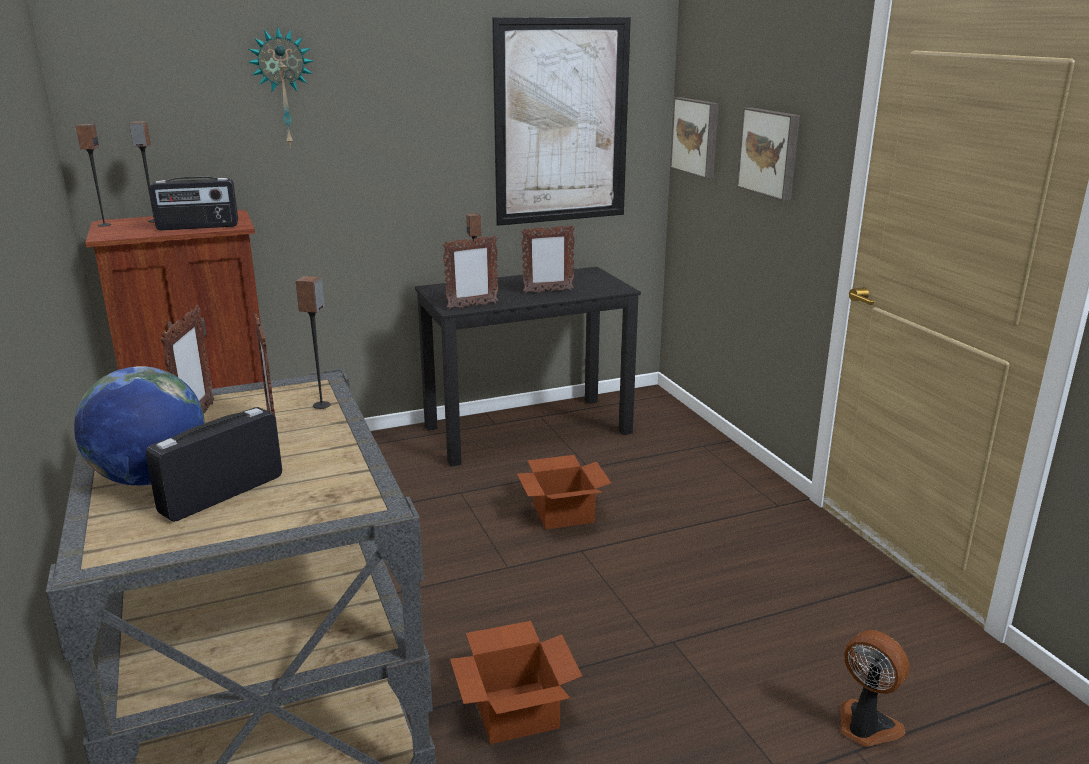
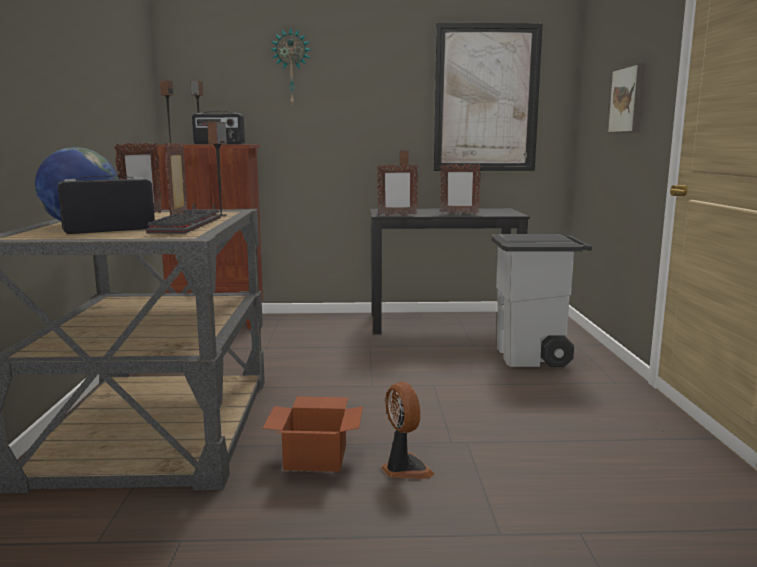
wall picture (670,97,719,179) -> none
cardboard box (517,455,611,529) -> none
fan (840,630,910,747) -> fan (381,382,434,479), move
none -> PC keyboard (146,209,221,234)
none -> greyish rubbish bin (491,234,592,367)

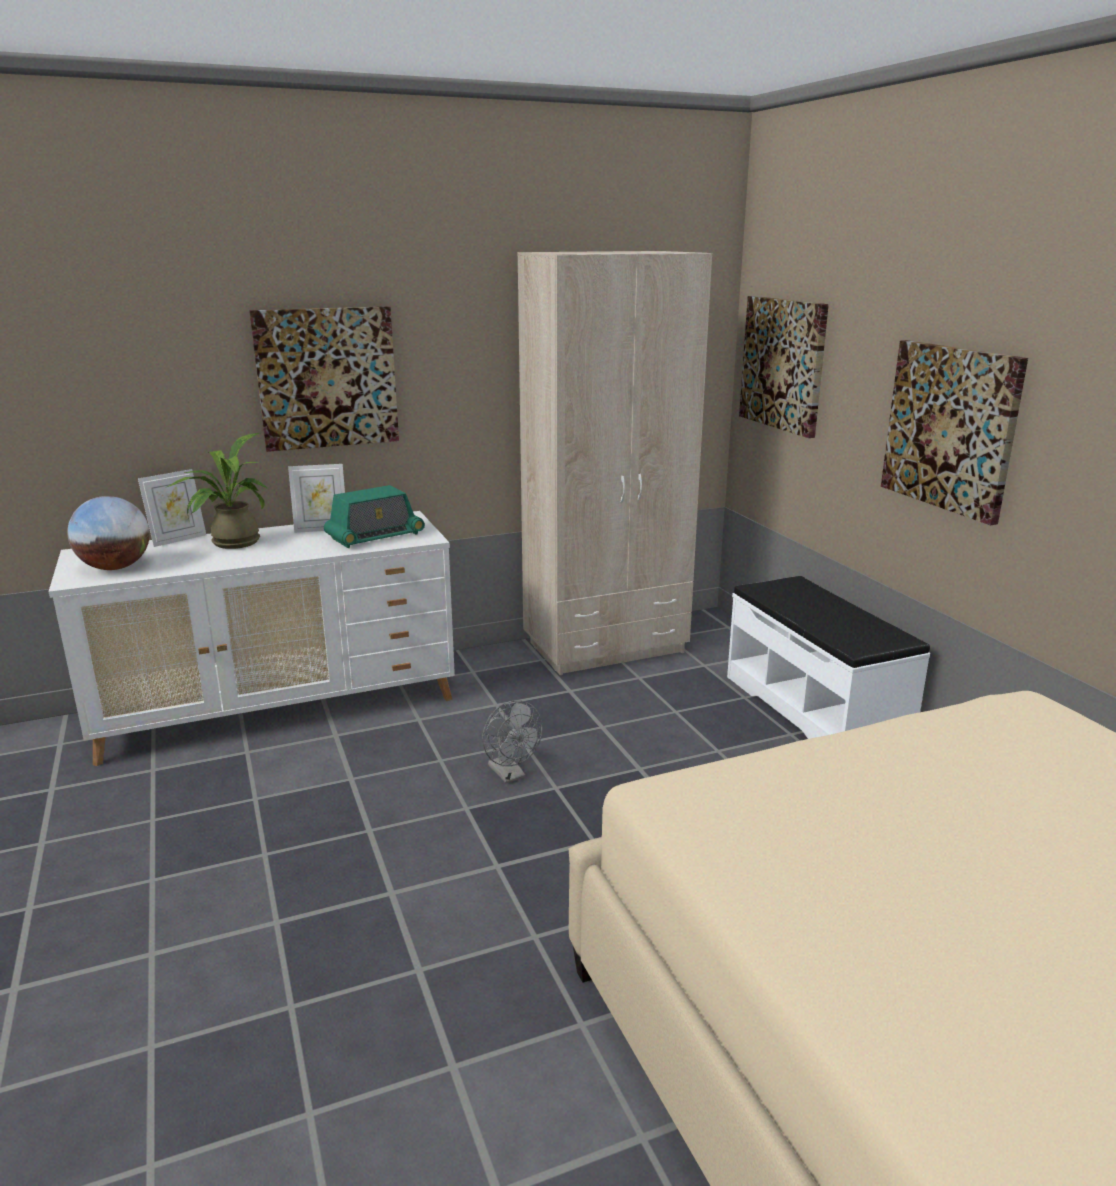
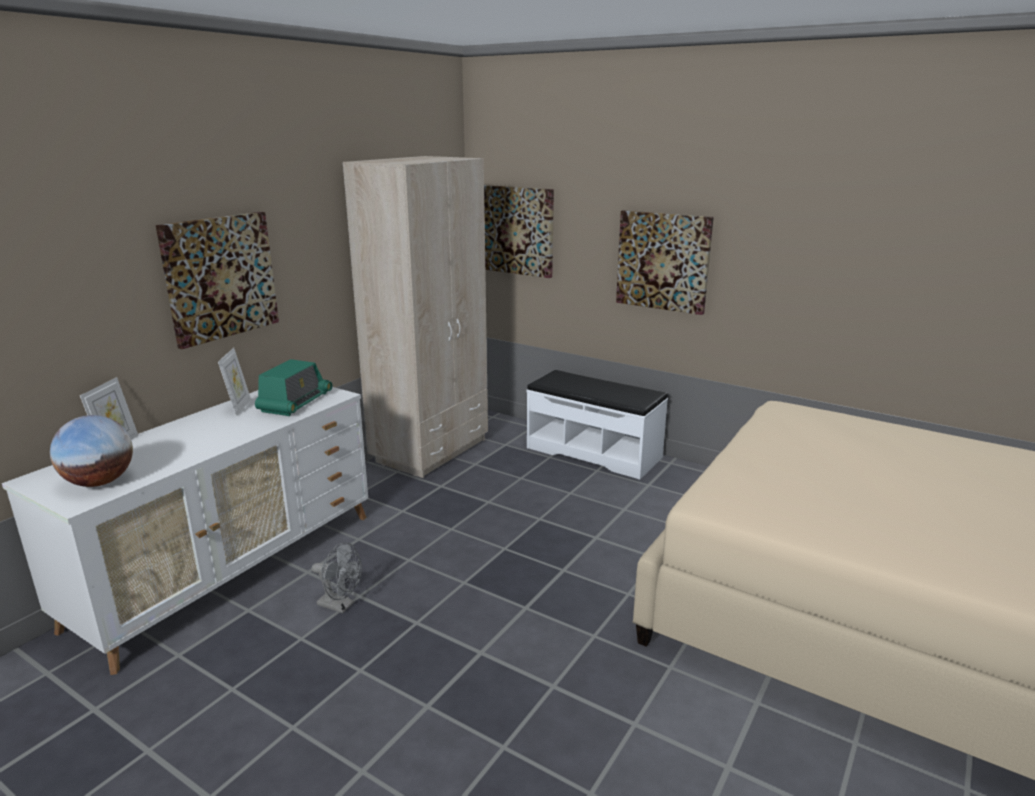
potted plant (167,433,268,549) -> none
photo frame (288,464,345,533) -> photo frame (218,348,251,416), 45 degrees counterclockwise
greyish fan (482,700,542,783) -> greyish fan (312,542,362,613), move

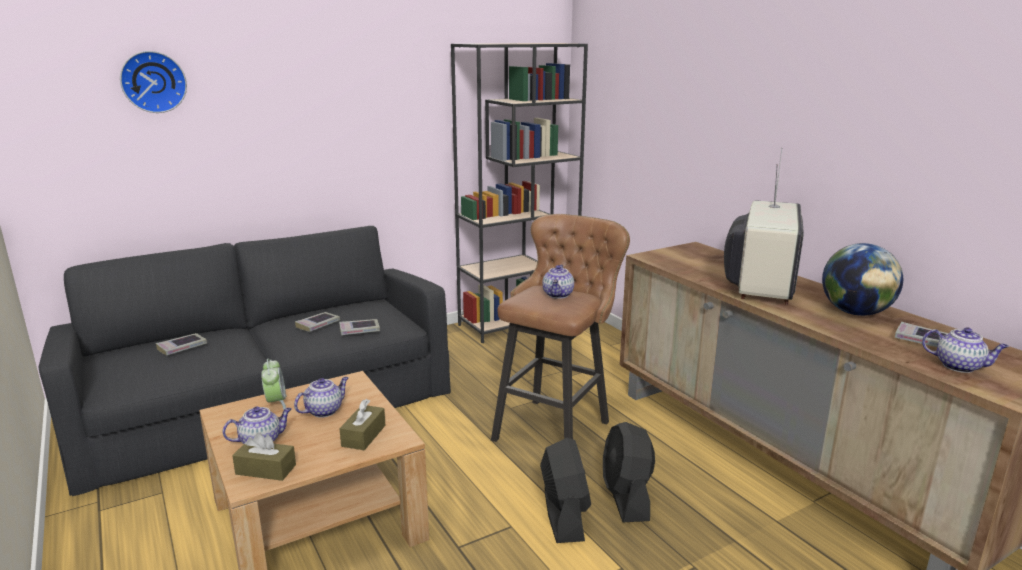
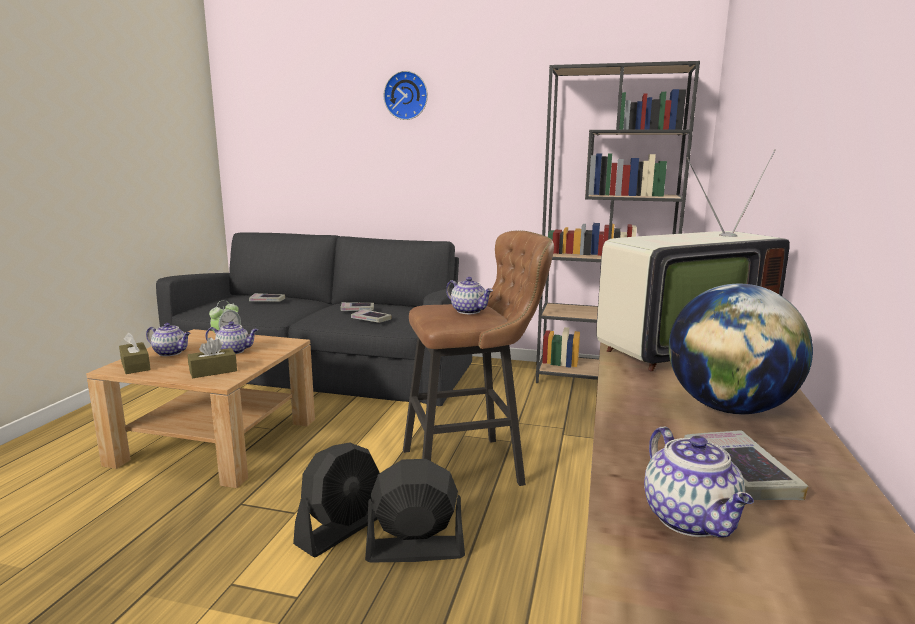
hanging clock (120,51,187,113) -> hanging clock (384,71,428,120), move
pot for tea (542,264,574,299) -> pot for tea (446,277,493,314), 105 degrees counterclockwise
blackish fan (603,422,655,522) -> blackish fan (365,459,465,562), 45 degrees clockwise

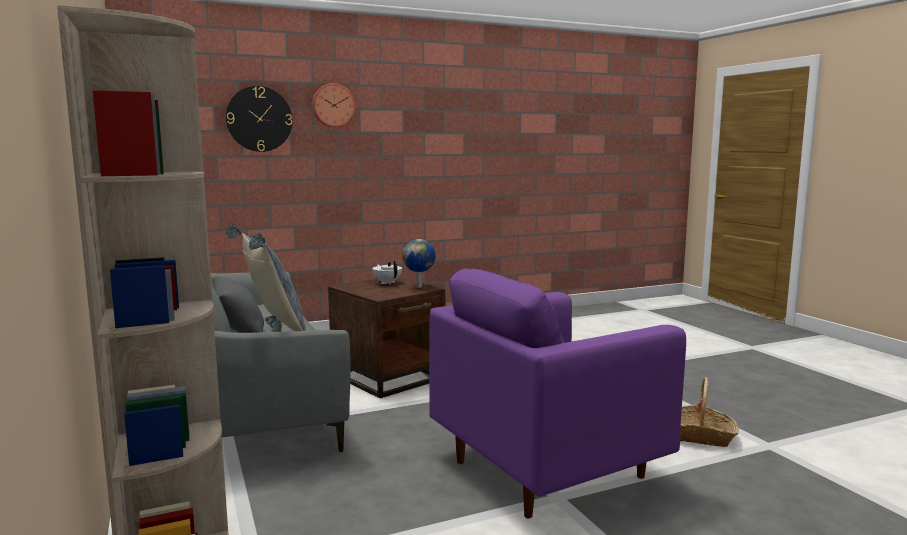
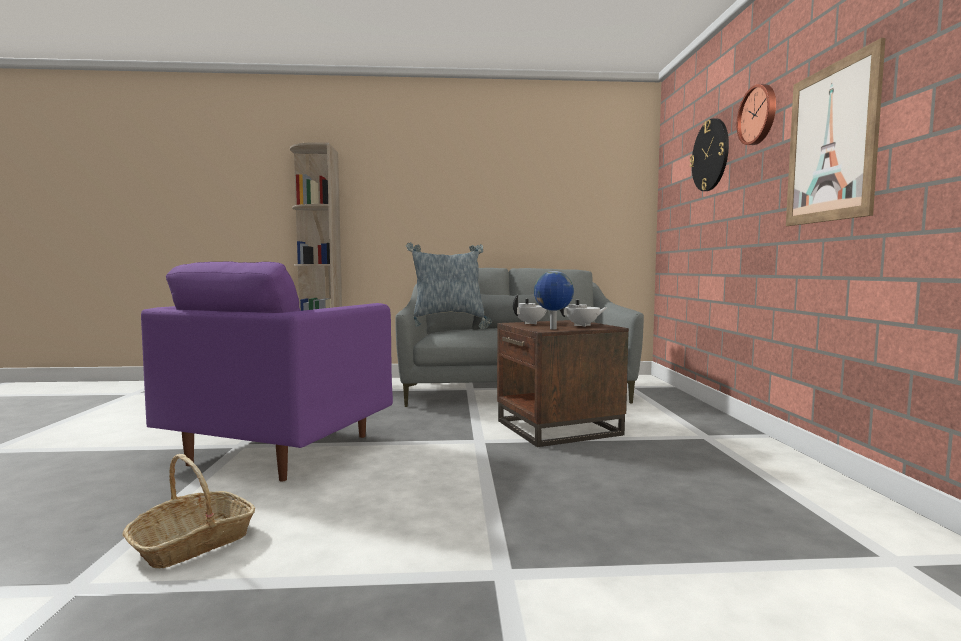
purple easy chair (429,268,686,518) -> purple easy chair (141,262,393,482), 150 degrees counterclockwise
none -> wall picture (786,38,886,226)
none -> whitish pot for tea (513,295,547,324)

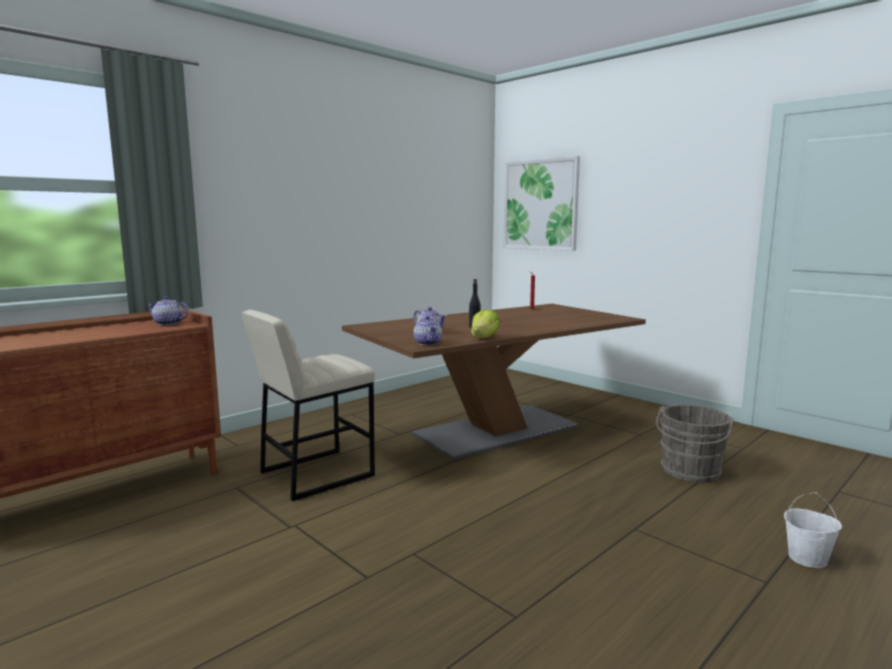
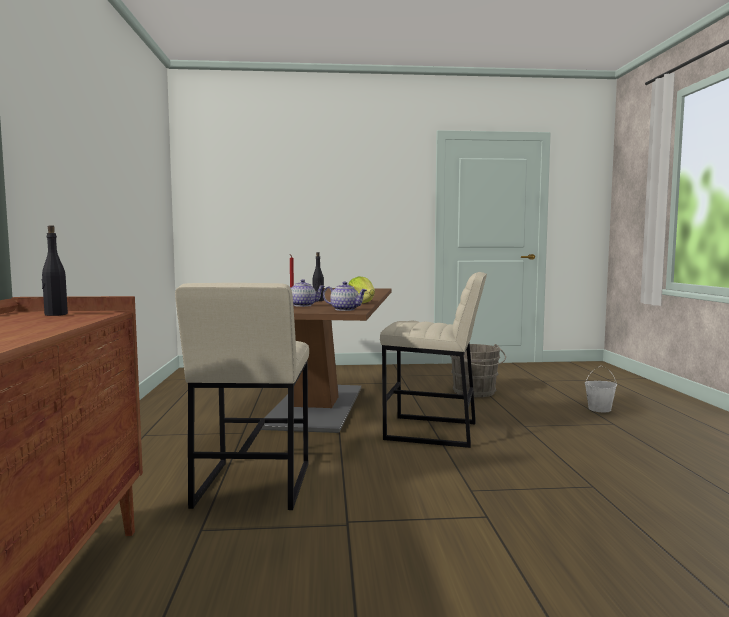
wall picture (503,156,580,251) -> none
pot for tea (147,296,189,325) -> blackish beverage bottle (41,225,68,316)
none -> beige-coloured chair (380,272,487,448)

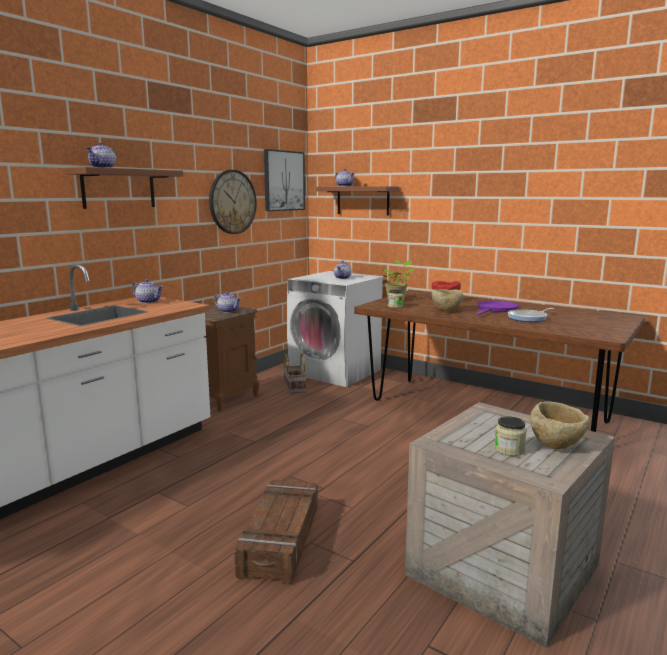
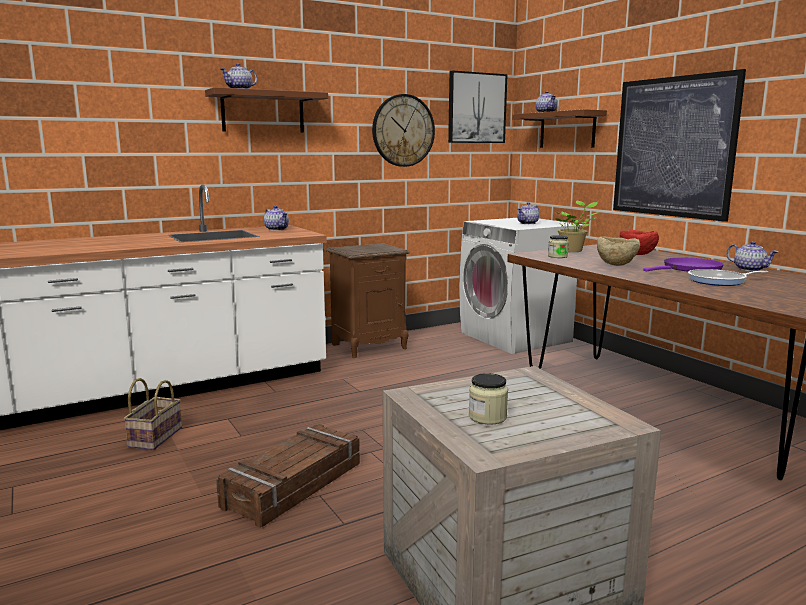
pot for tea (214,292,242,313) -> pot for tea (726,241,778,271), move
storage basket (283,353,307,394) -> storage basket (124,378,182,450), move
beige-coloured bowl (530,401,590,449) -> none
none -> wall picture (613,69,746,222)

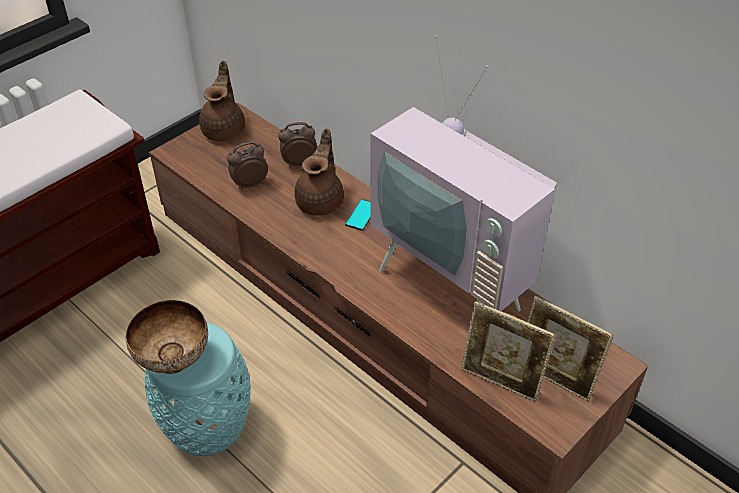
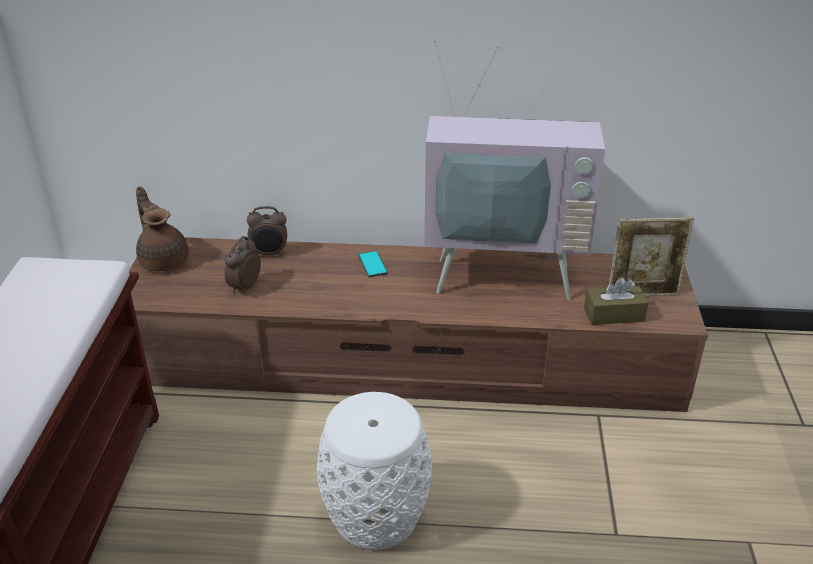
table clock (278,122,317,167) -> table clock (247,206,287,256), 135 degrees counterclockwise
brown pot for tea (294,128,344,216) -> none
bowl (125,300,208,374) -> none
photo frame (461,301,556,402) -> brown box of tissues (584,277,649,325)
turquoise sitting stool (145,323,251,456) -> whitish sitting stool (317,392,432,550)

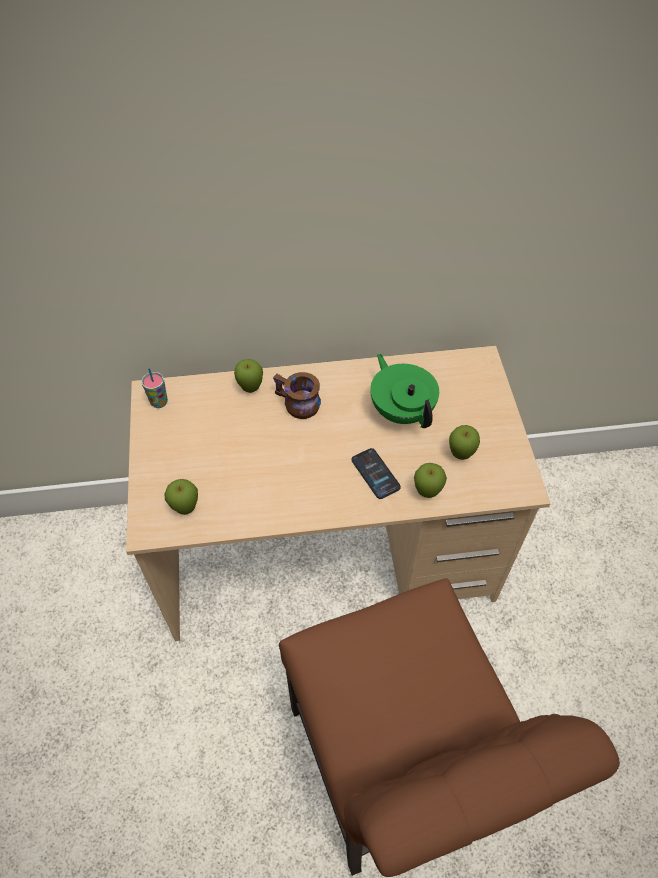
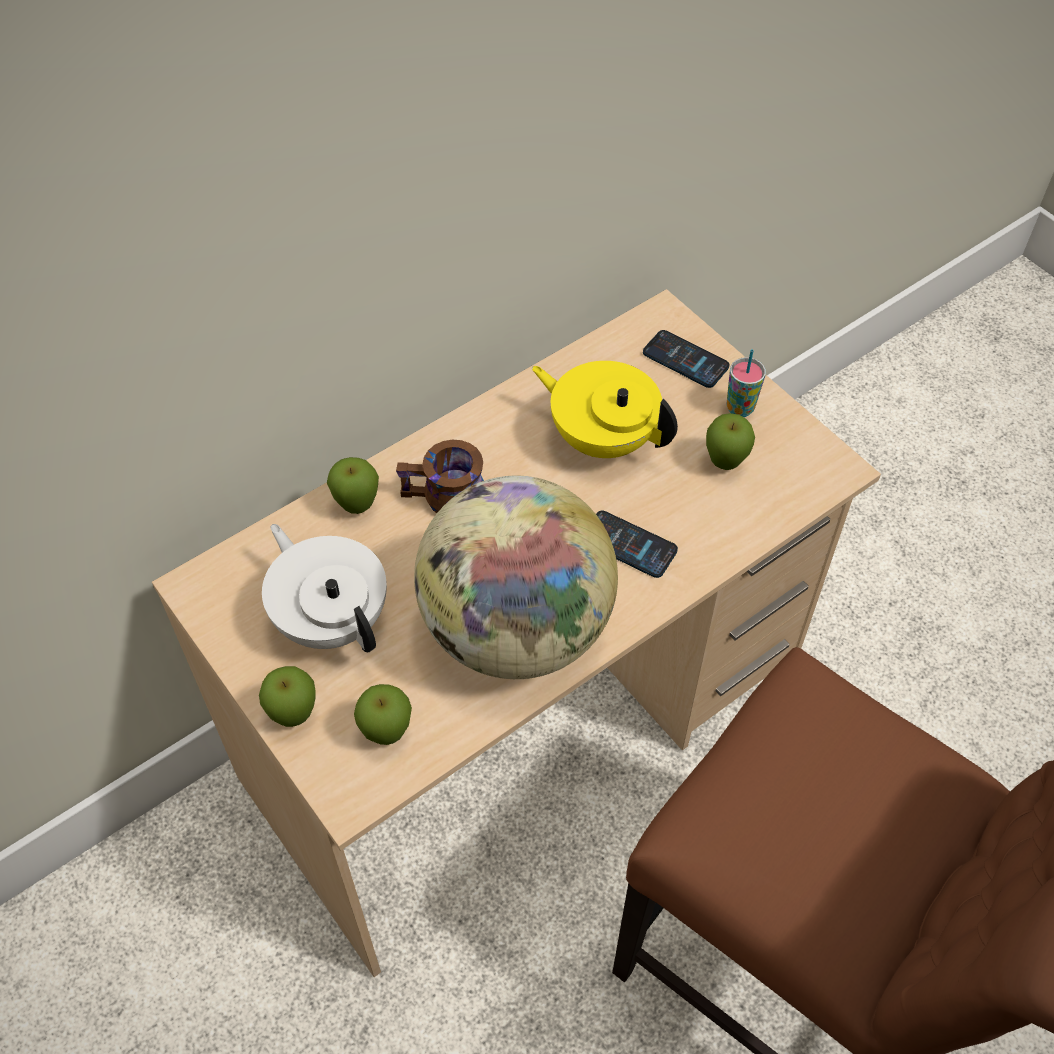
green-coloured pot for tea (370,354,439,428) -> yellowish pot for tea (532,361,678,458)
small cup (141,368,168,408) -> small cup (727,350,766,417), move
whole apple (414,463,447,498) -> whole apple (259,666,316,727), move
none -> phone (643,330,730,388)
none -> world globe (414,476,618,679)
none -> whitish pot for tea (262,524,387,652)

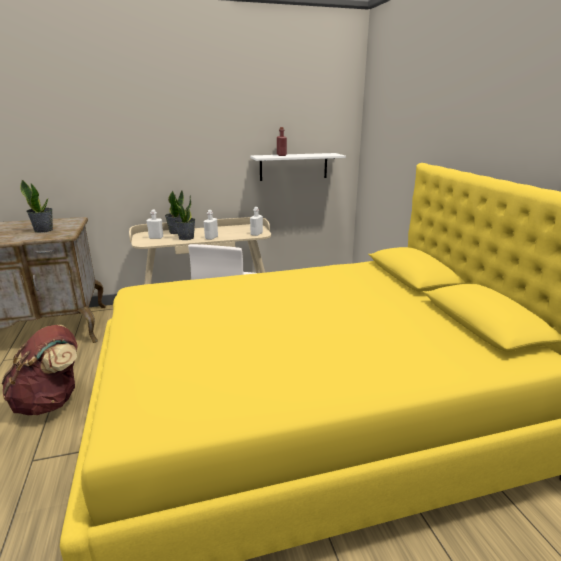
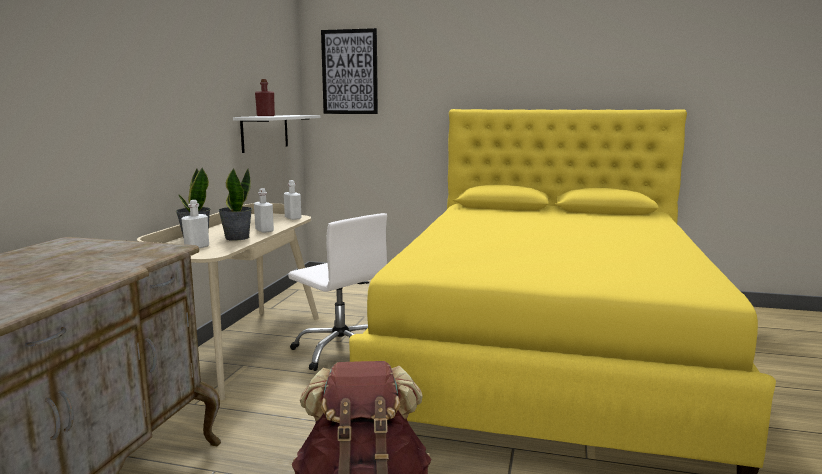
potted plant (20,180,53,233) -> none
none -> wall picture (321,28,378,114)

